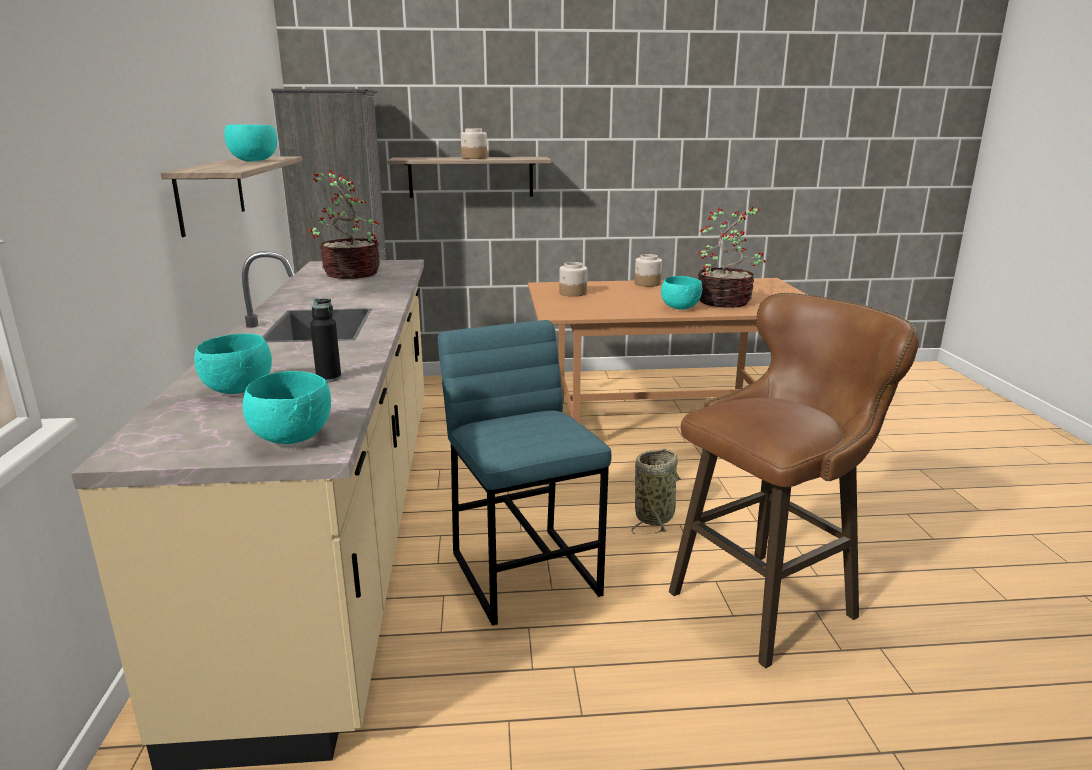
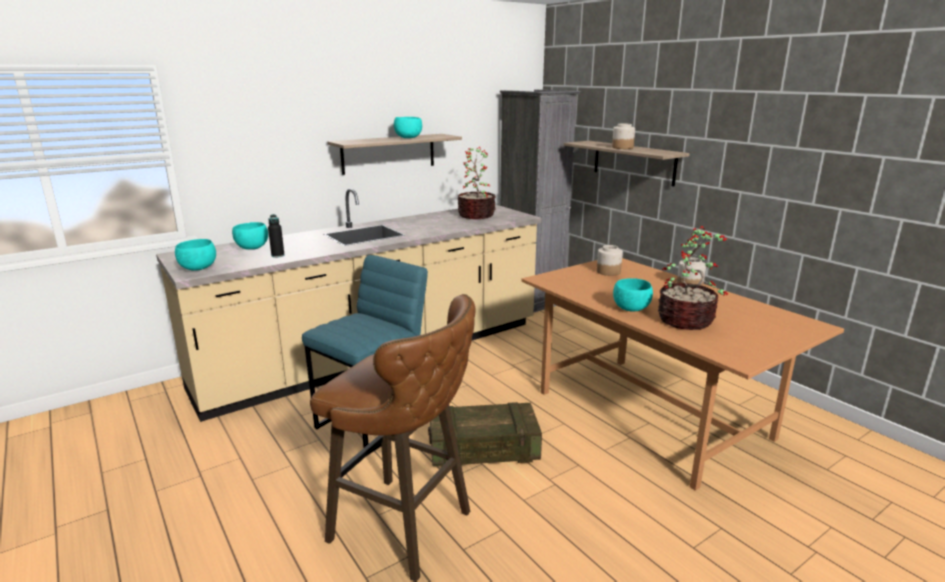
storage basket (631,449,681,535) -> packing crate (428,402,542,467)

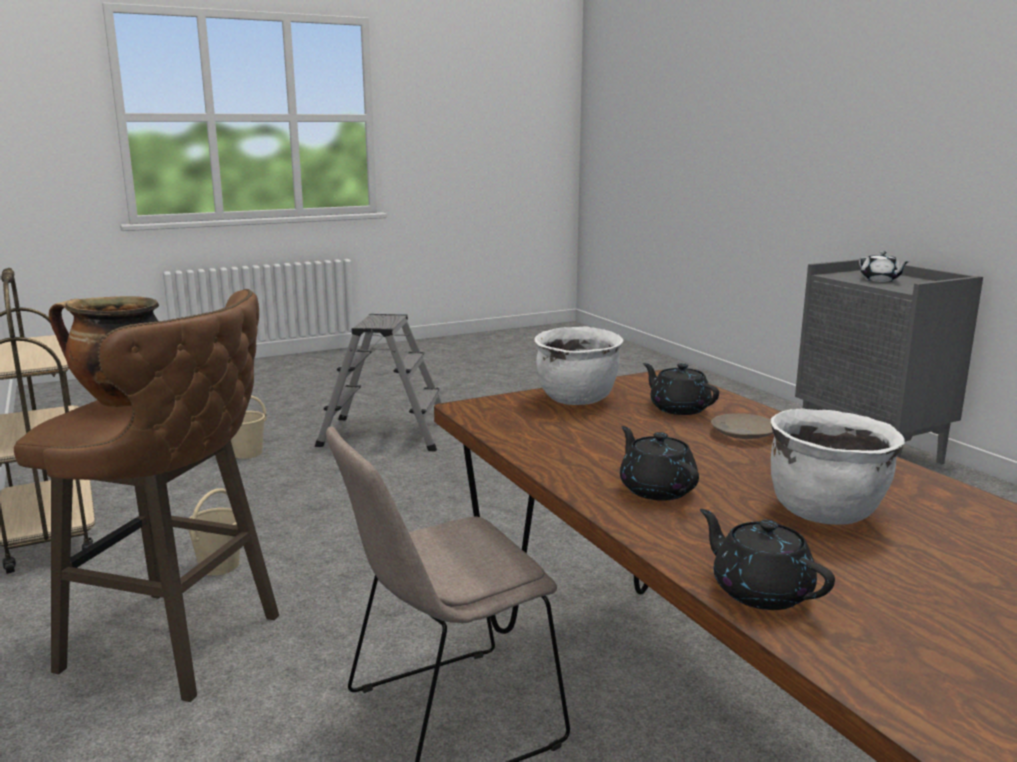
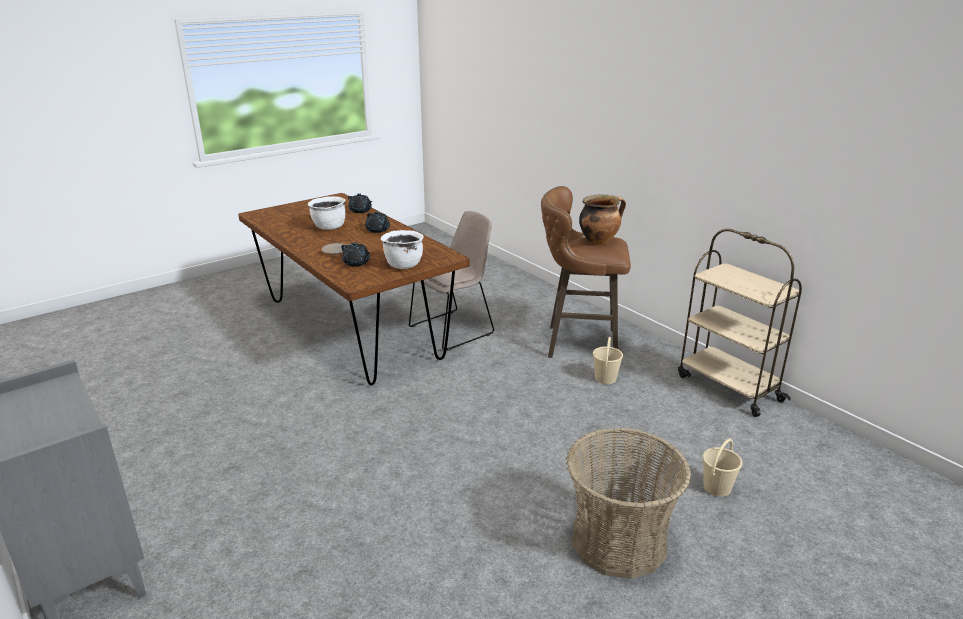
whitish pot for tea (859,251,908,282) -> none
greyish step ladder (315,314,442,451) -> storage basket (566,428,691,579)

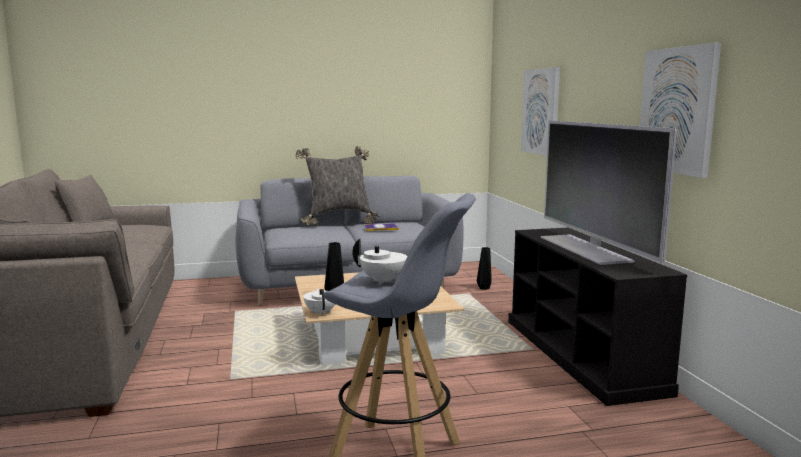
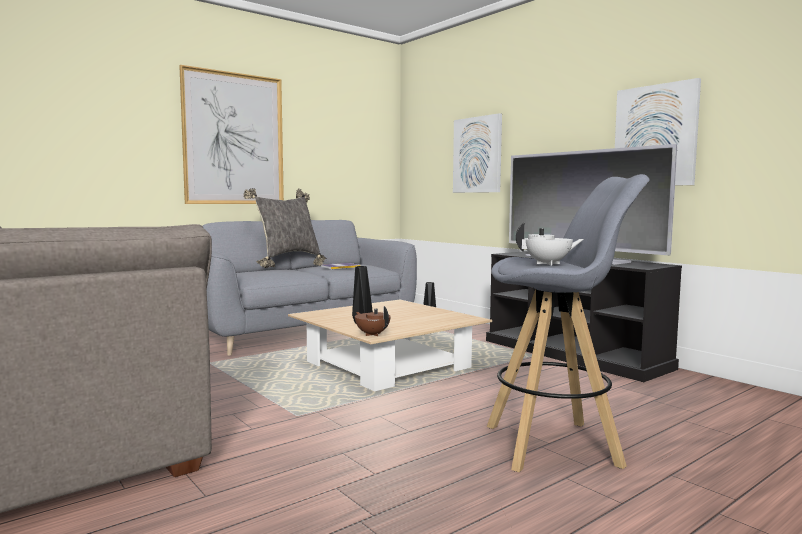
whitish pot for tea (304,288,335,315) -> brown pot for tea (355,306,391,336)
none -> wall picture (179,65,284,204)

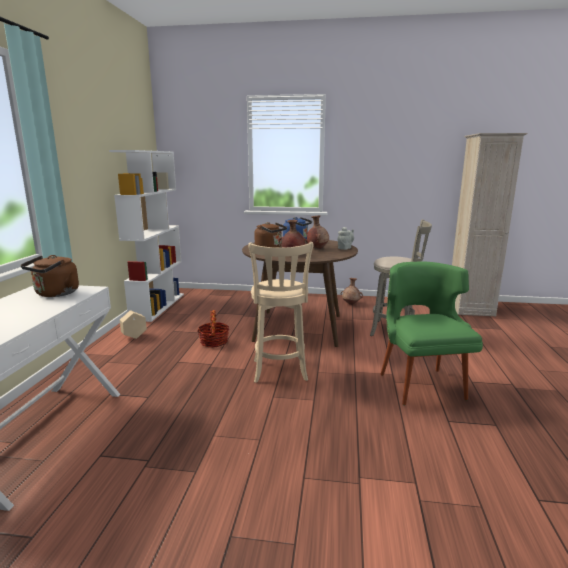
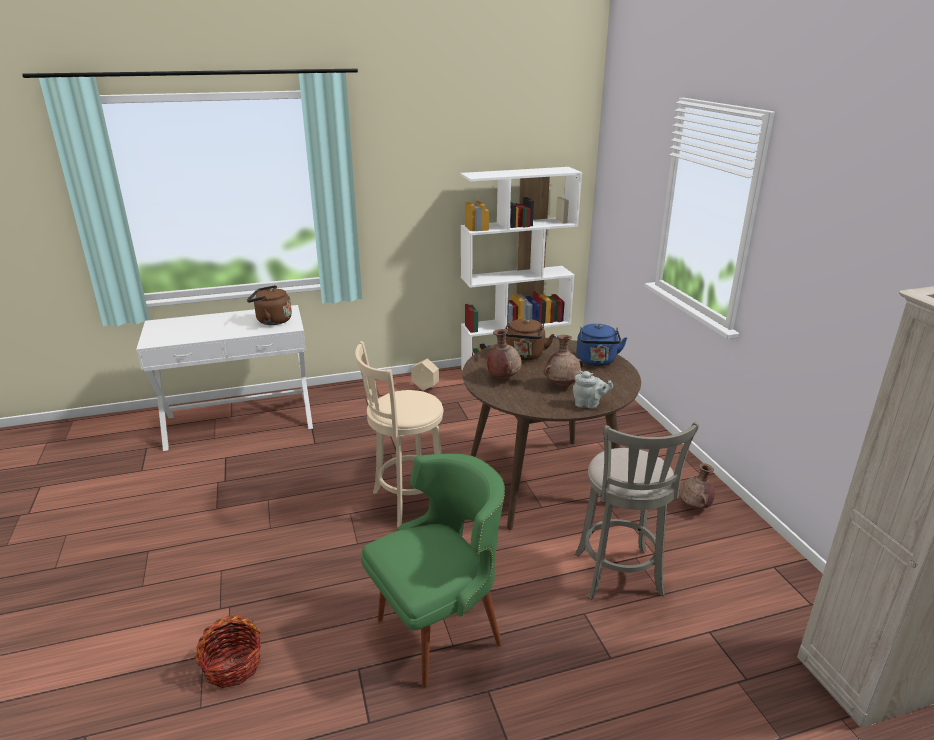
storage basket (197,310,229,347) -> storage basket (194,615,261,688), move

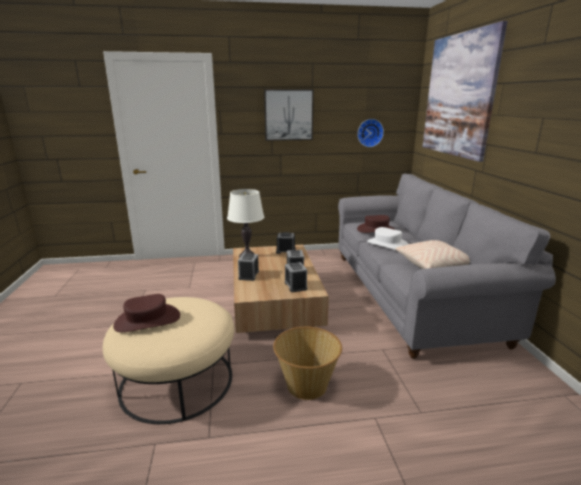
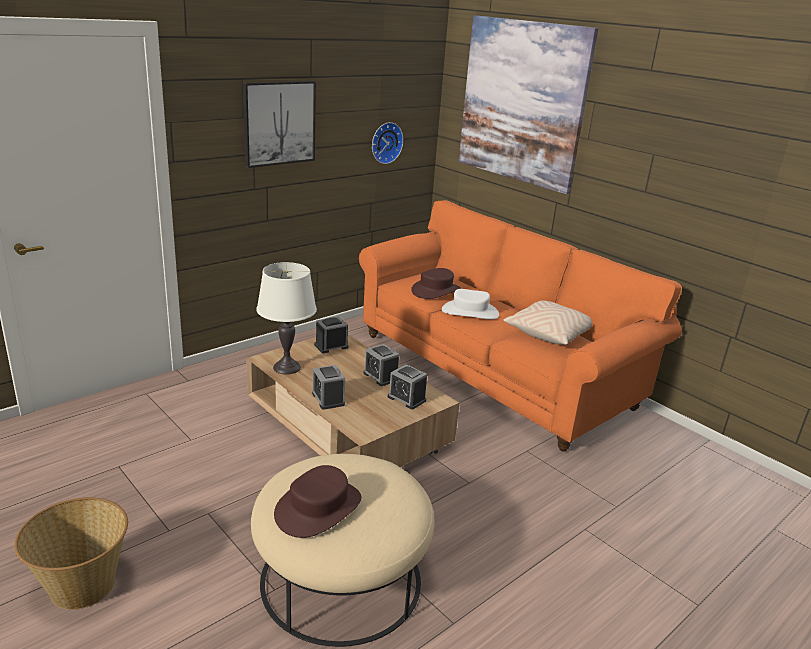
greyish sofa (338,174,556,359) -> orange sofa (359,200,682,452)
storage basket (273,327,342,400) -> storage basket (14,497,128,610), move

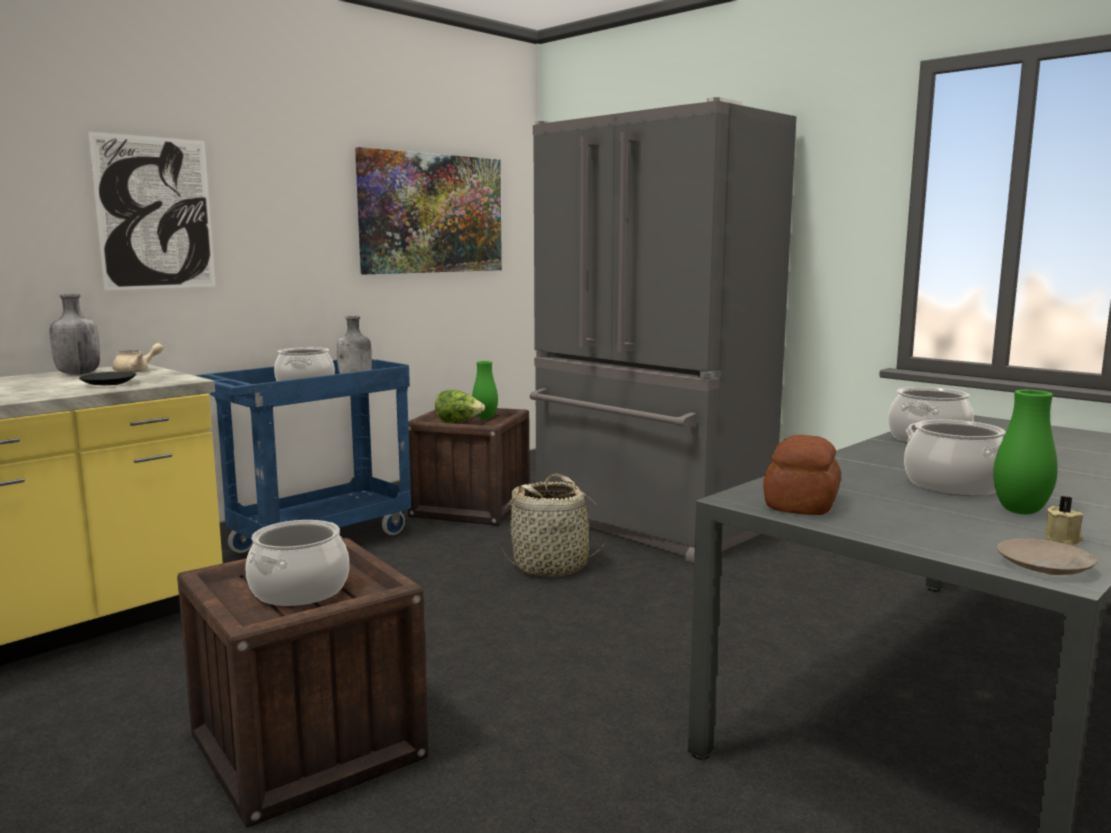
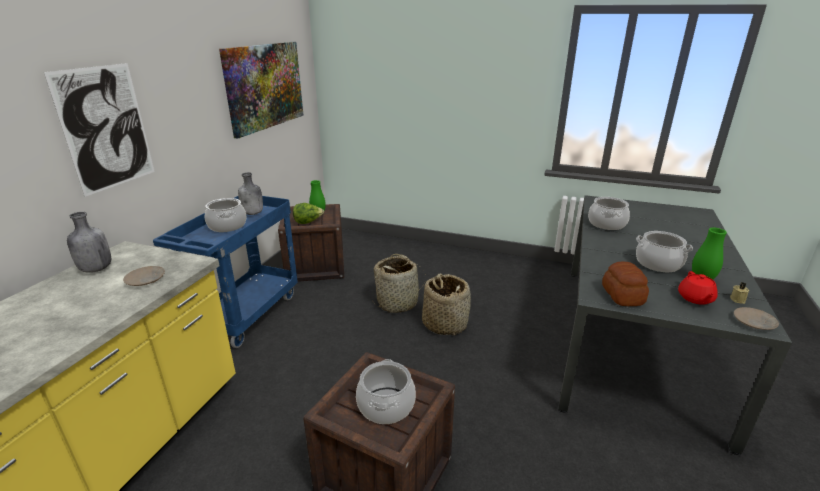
greyish kitchen fridge (530,97,796,563) -> none
beige-coloured pot for tea (112,343,164,372) -> none
blackish dinner plate (79,372,136,385) -> beige-coloured dinner plate (123,266,165,286)
none -> reddish pot for tea (678,271,718,305)
none -> storage basket (422,273,471,335)

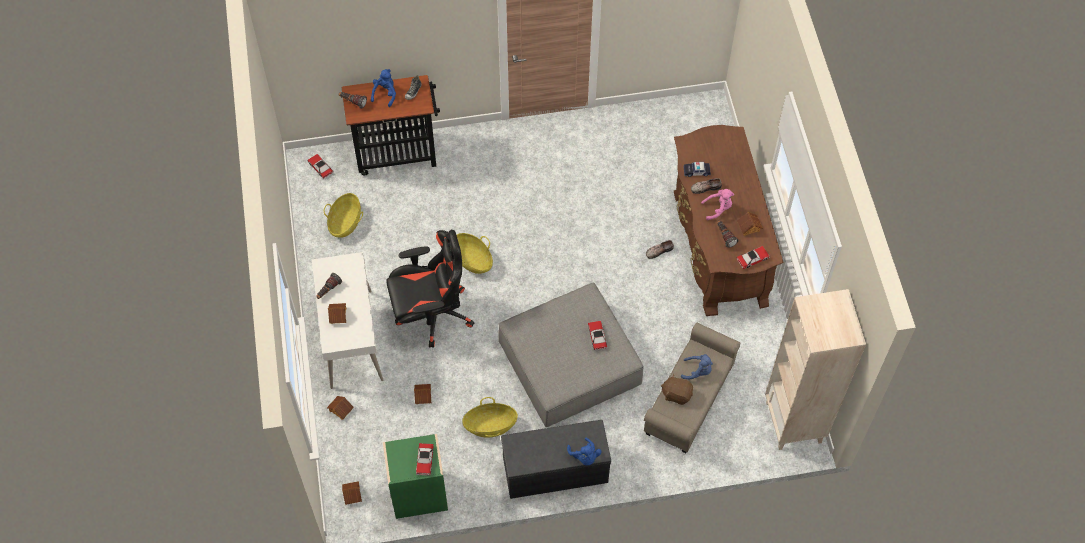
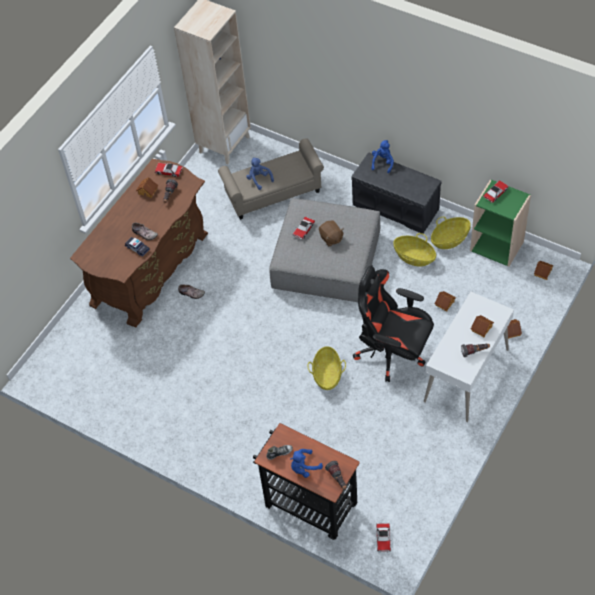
pinkish soft toy (701,189,734,220) -> none
storage basket (324,193,363,238) -> storage basket (431,217,471,249), move
brown soft toy (661,374,693,405) -> brown soft toy (319,220,344,246), move

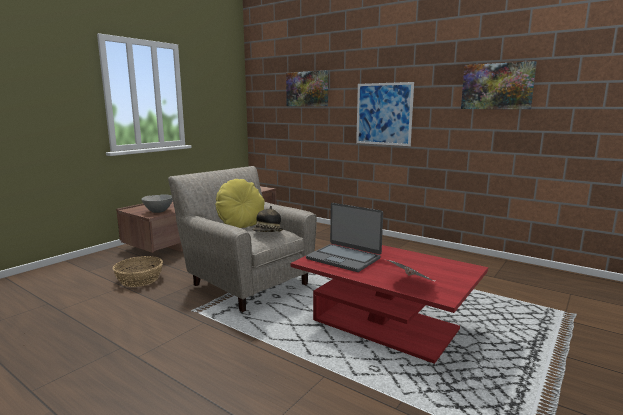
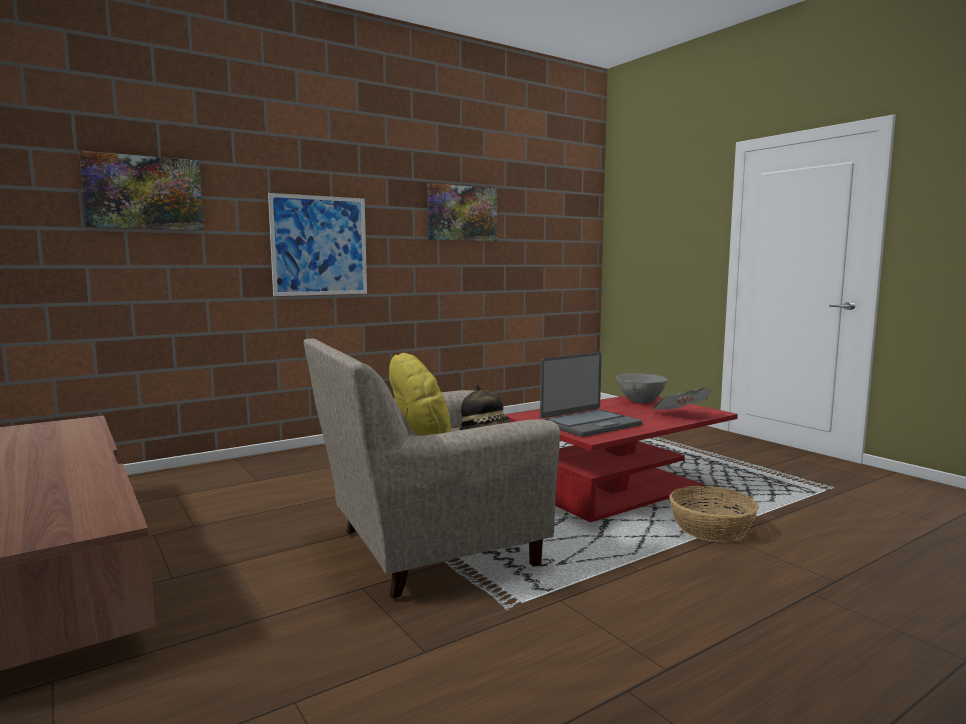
greyish bowl (141,194,173,213) -> greyish bowl (616,373,667,403), move
storage basket (113,256,163,287) -> storage basket (669,486,759,542), move

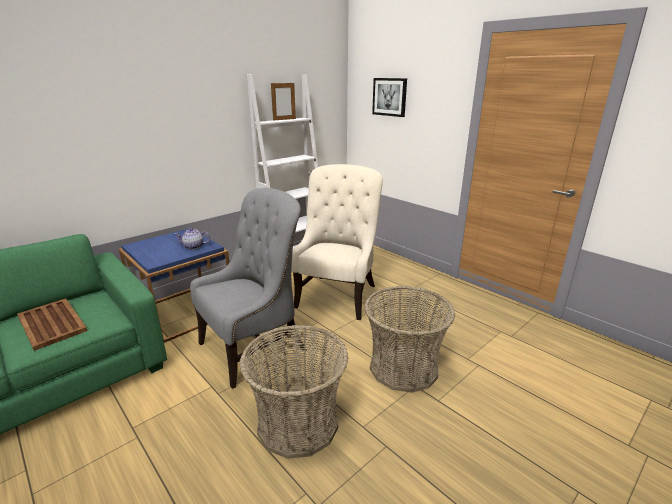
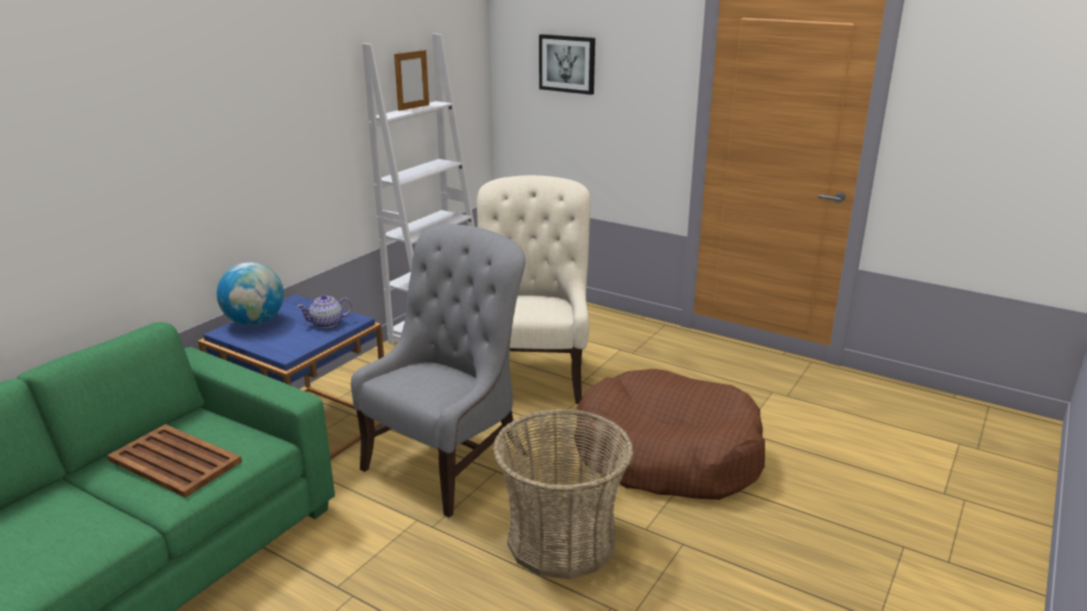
storage basket (364,286,455,393) -> brown dog cushion (574,369,765,500)
none -> world globe (217,262,284,325)

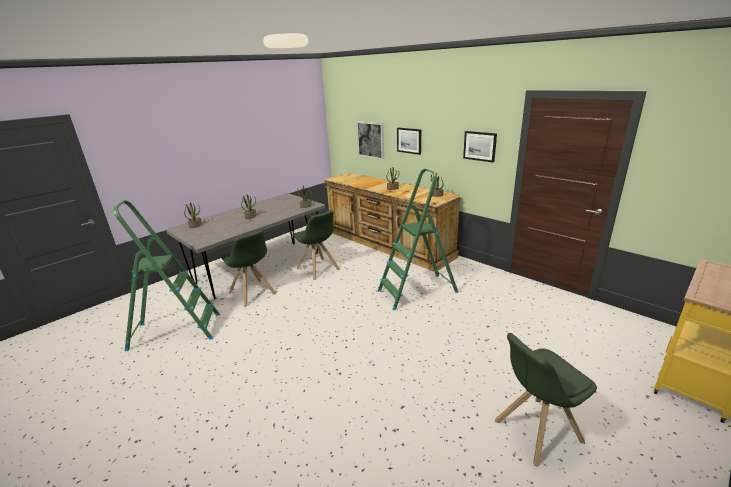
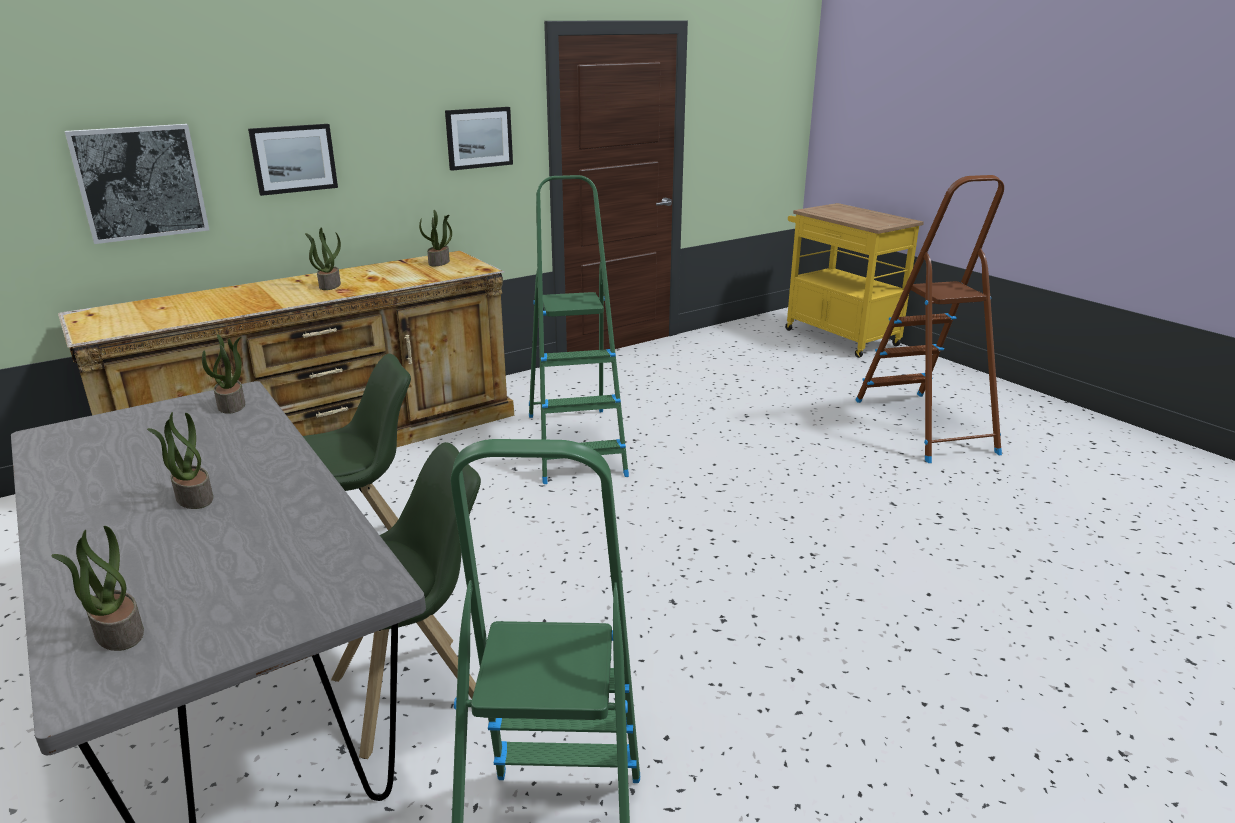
green-coloured chair (495,333,597,467) -> brown step ladder (855,175,1004,463)

